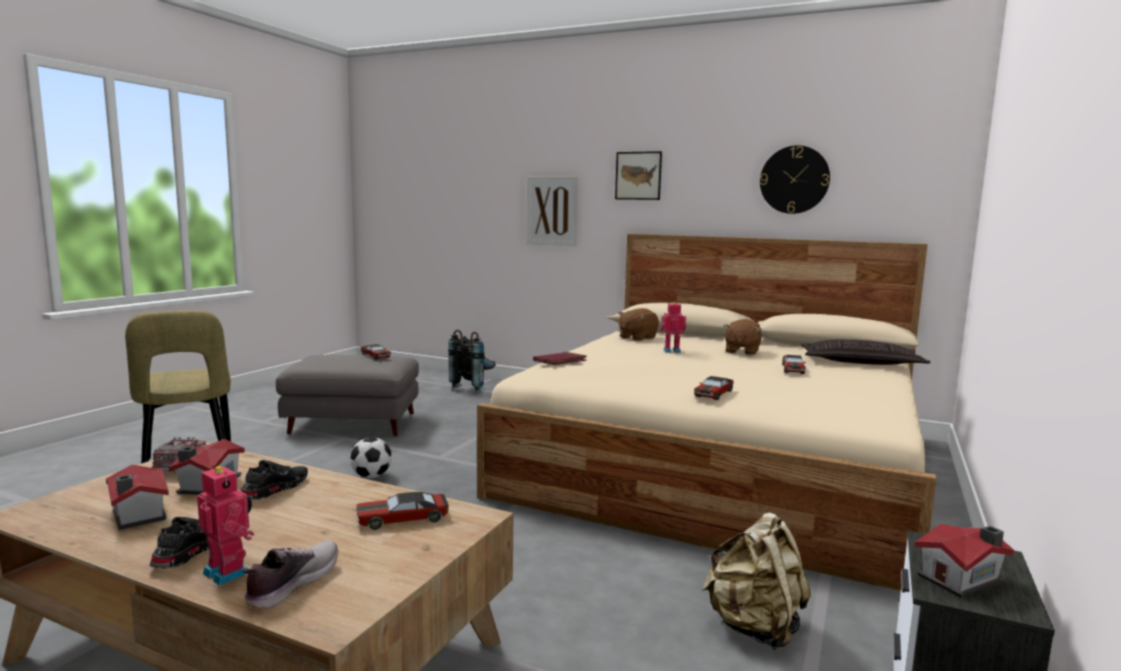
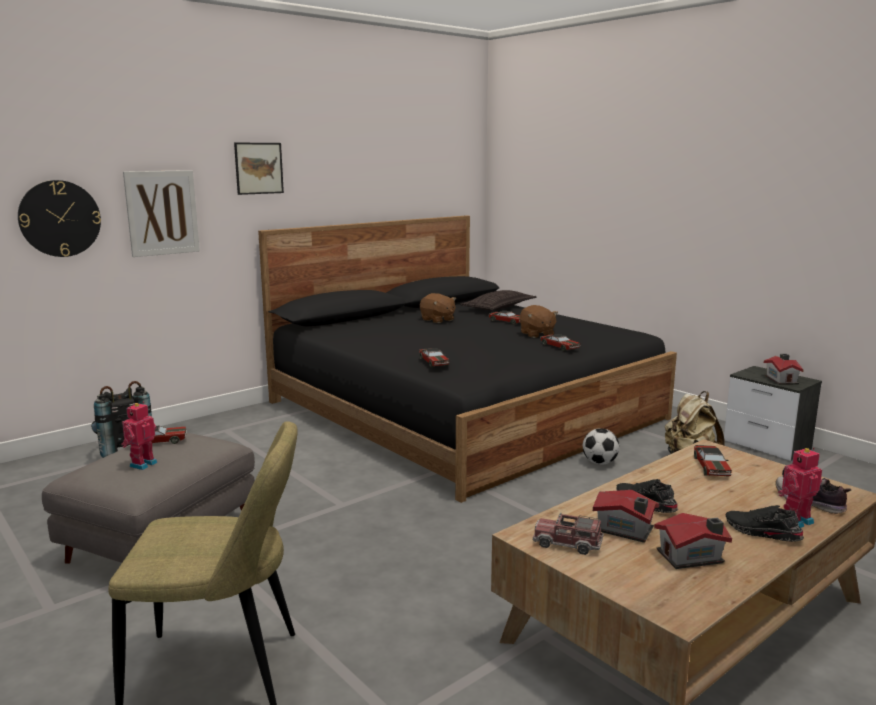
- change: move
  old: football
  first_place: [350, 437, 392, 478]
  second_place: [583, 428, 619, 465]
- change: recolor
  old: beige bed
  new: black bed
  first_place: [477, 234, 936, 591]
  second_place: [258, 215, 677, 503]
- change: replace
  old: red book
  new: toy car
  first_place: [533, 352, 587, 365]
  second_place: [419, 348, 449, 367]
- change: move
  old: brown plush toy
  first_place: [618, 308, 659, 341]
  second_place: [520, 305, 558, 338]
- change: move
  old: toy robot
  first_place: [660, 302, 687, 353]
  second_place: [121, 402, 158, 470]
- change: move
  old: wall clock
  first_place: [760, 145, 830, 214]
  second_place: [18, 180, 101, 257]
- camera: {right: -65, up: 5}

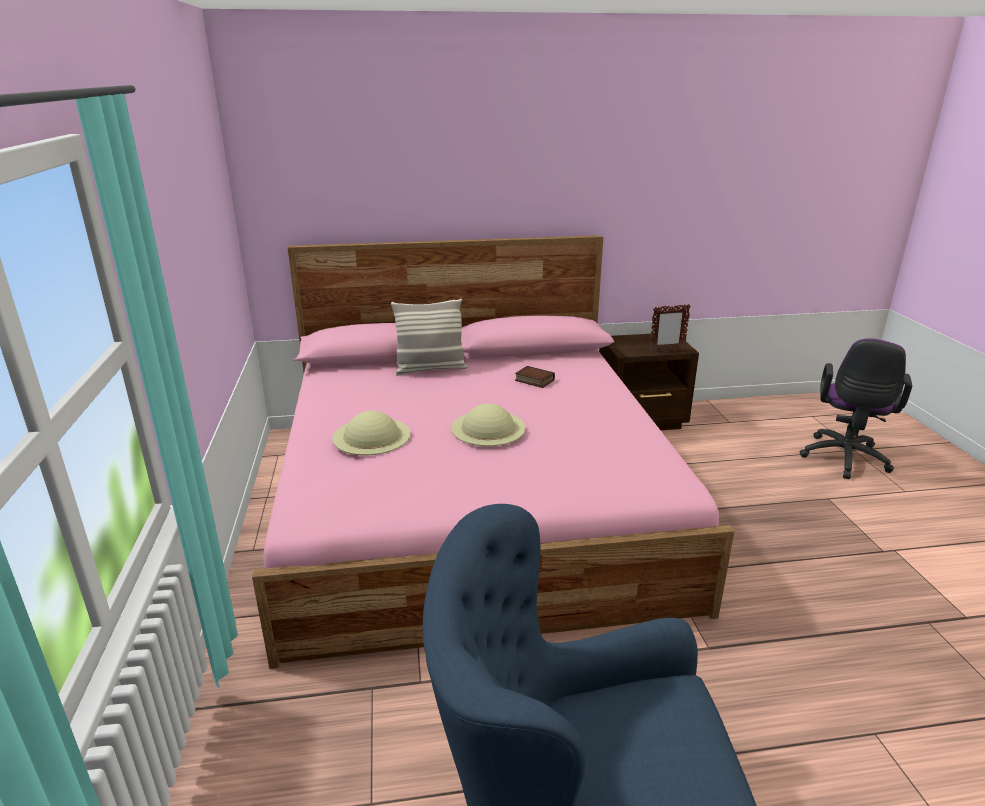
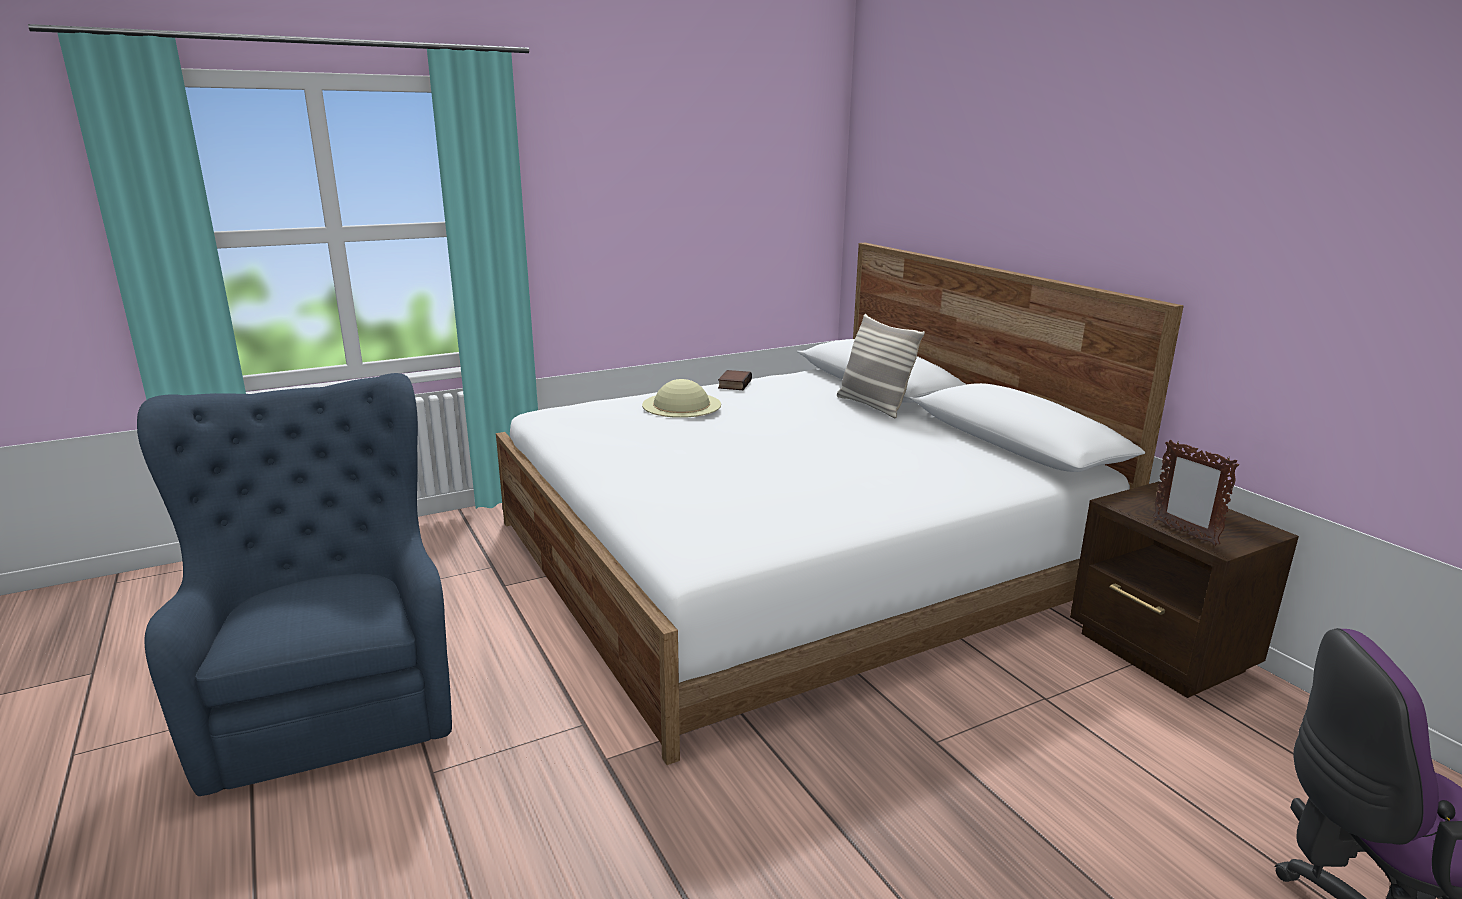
- change: recolor
  old: pink bed
  new: white bed
  first_place: [252, 235, 734, 669]
  second_place: [496, 243, 1184, 765]
- change: delete
  old: beige hat
  first_place: [451, 403, 526, 446]
- change: move
  old: book
  first_place: [515, 366, 555, 388]
  second_place: [718, 370, 752, 390]
- camera: {right: 70, up: -5}

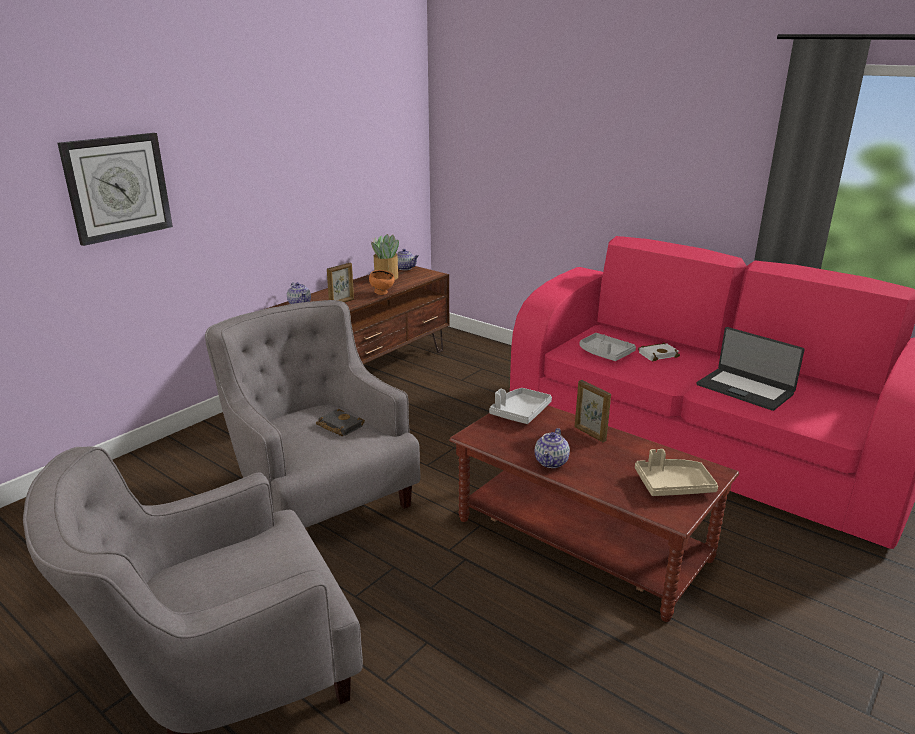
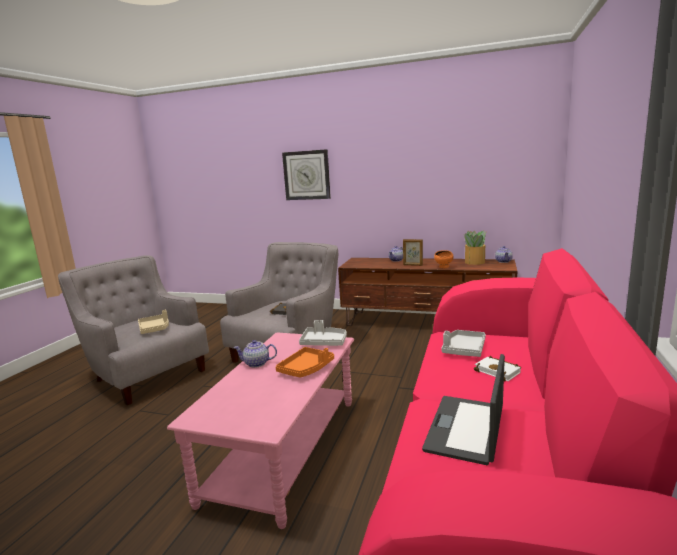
- change: recolor
  old: brown coffee table
  new: pink coffee table
  first_place: [449, 405, 739, 622]
  second_place: [167, 332, 354, 529]
- change: replace
  old: picture frame
  new: orange tray
  first_place: [575, 380, 611, 442]
  second_place: [276, 347, 334, 378]
- change: move
  old: beige tray
  first_place: [635, 449, 718, 496]
  second_place: [138, 310, 169, 334]
- camera: {right: 70, up: -10}

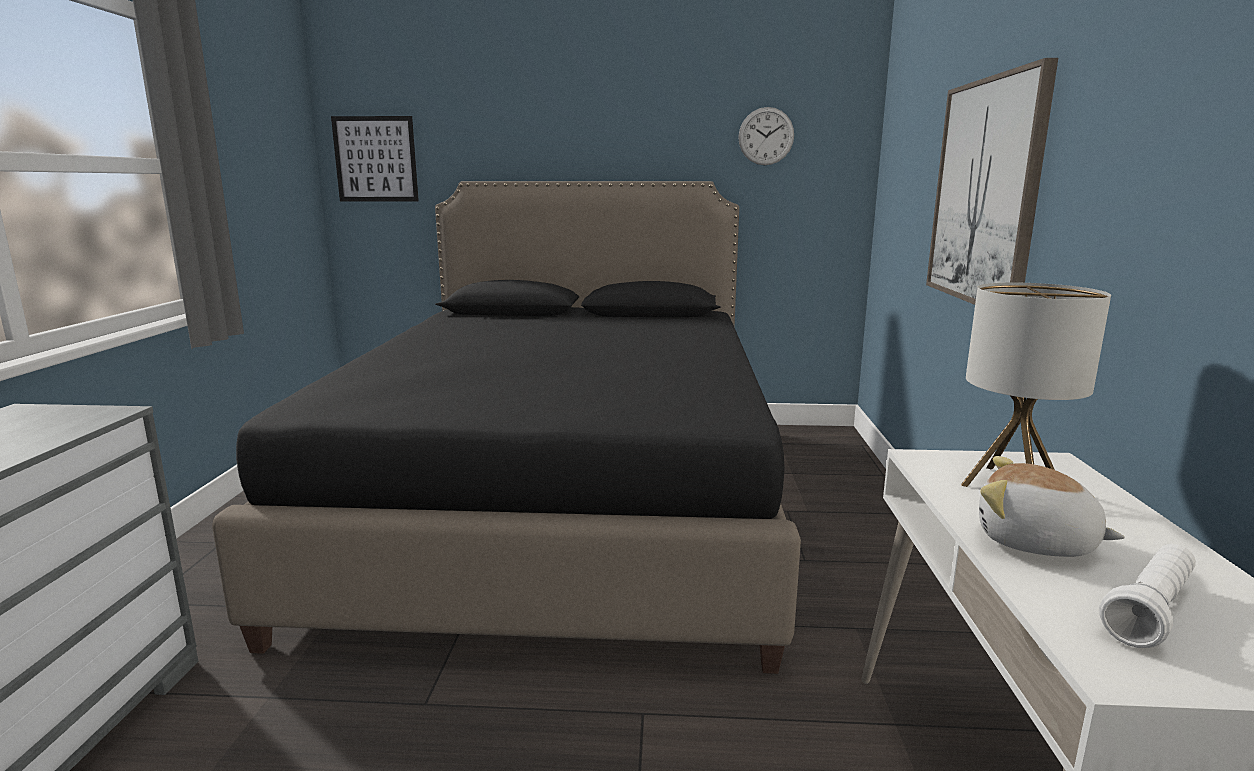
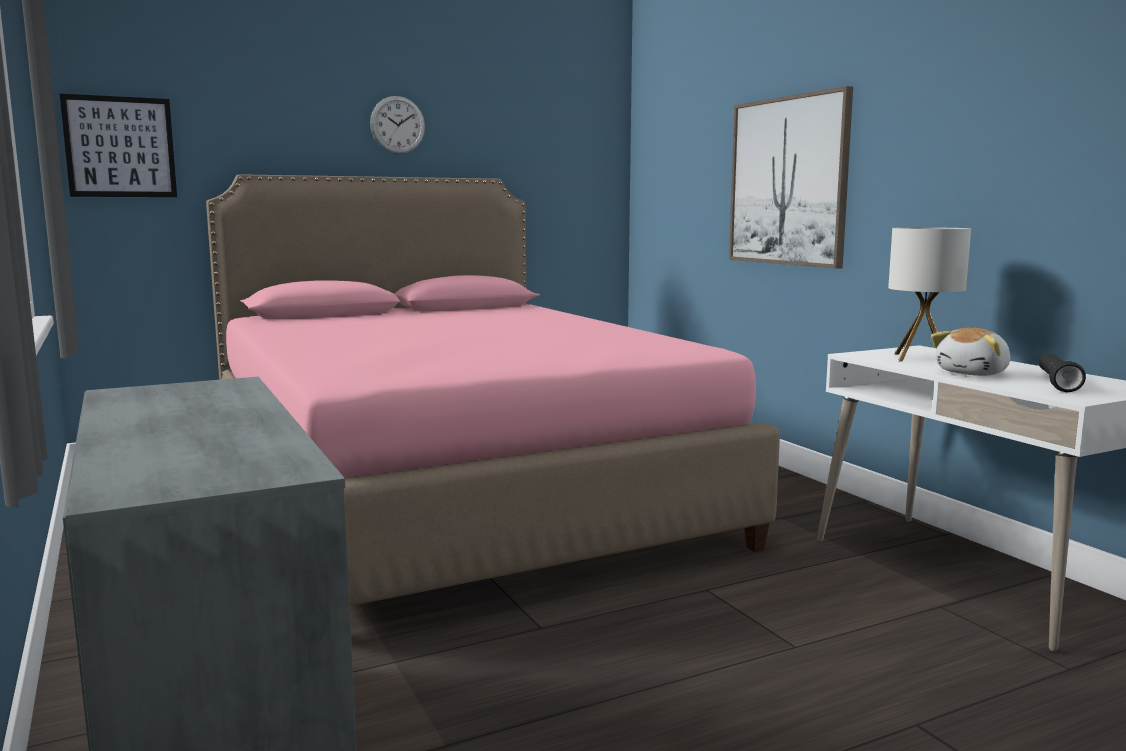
- change: recolor
  old: black bed
  new: pink bed
  first_place: [212, 181, 801, 674]
  second_place: [206, 174, 780, 606]
- change: move
  old: wall clock
  first_place: [738, 107, 794, 165]
  second_place: [370, 96, 425, 154]
- change: rotate
  old: plush toy
  first_place: [979, 456, 1125, 557]
  second_place: [931, 328, 1010, 376]
  degrees: -45
- change: recolor
  old: white flashlight
  new: black flashlight
  first_place: [1099, 544, 1196, 648]
  second_place: [1039, 353, 1086, 392]
- camera: {right: -30, up: -5}

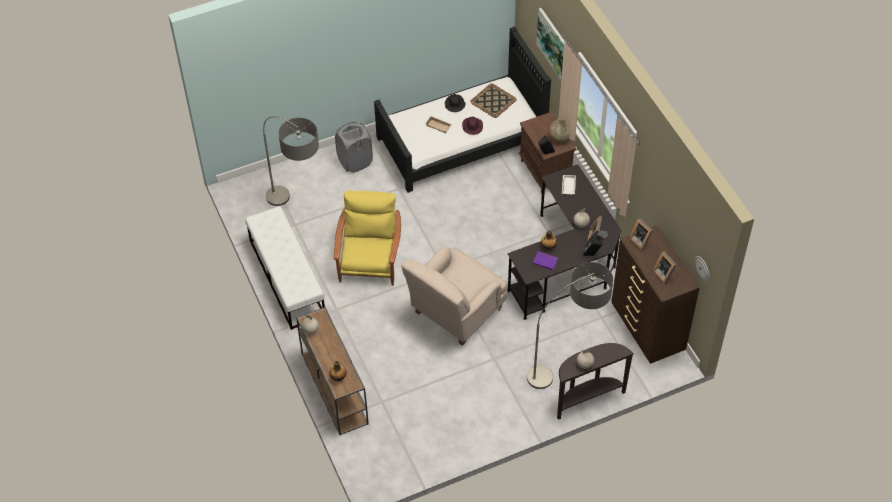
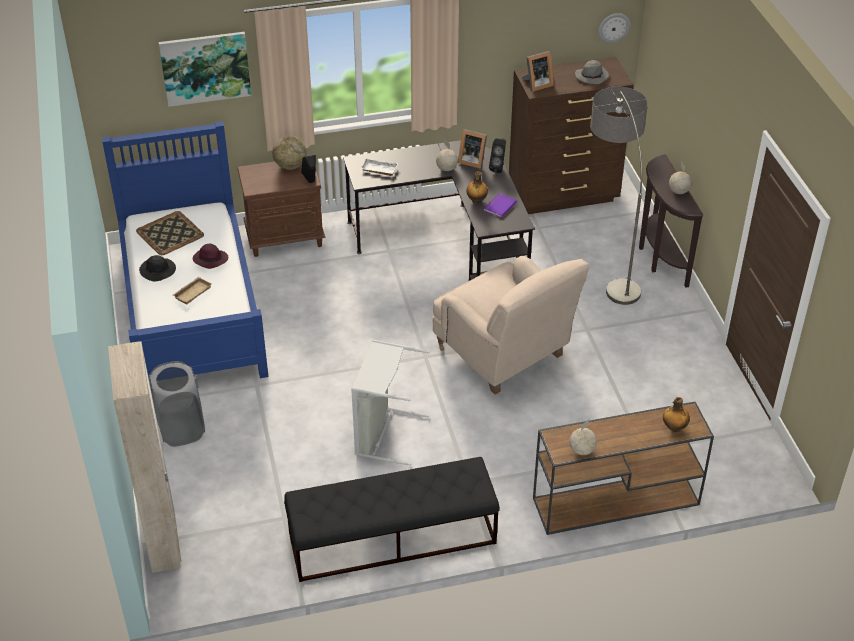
- change: recolor
  old: white bench
  new: black bench
  first_place: [245, 206, 325, 330]
  second_place: [284, 457, 500, 582]
- change: delete
  old: floor lamp
  first_place: [263, 116, 319, 206]
- change: replace
  old: yellow armchair
  new: grey laundry basket
  first_place: [334, 191, 401, 286]
  second_place: [351, 340, 429, 466]
- change: recolor
  old: black bed
  new: blue bed
  first_place: [374, 27, 551, 193]
  second_place: [102, 121, 269, 378]
- change: replace
  old: picture frame
  new: grey hat
  first_place: [653, 251, 676, 285]
  second_place: [575, 60, 609, 84]
- change: insert
  new: beige wardrobe
  second_place: [108, 341, 181, 573]
- camera: {right: -80, up: -10}

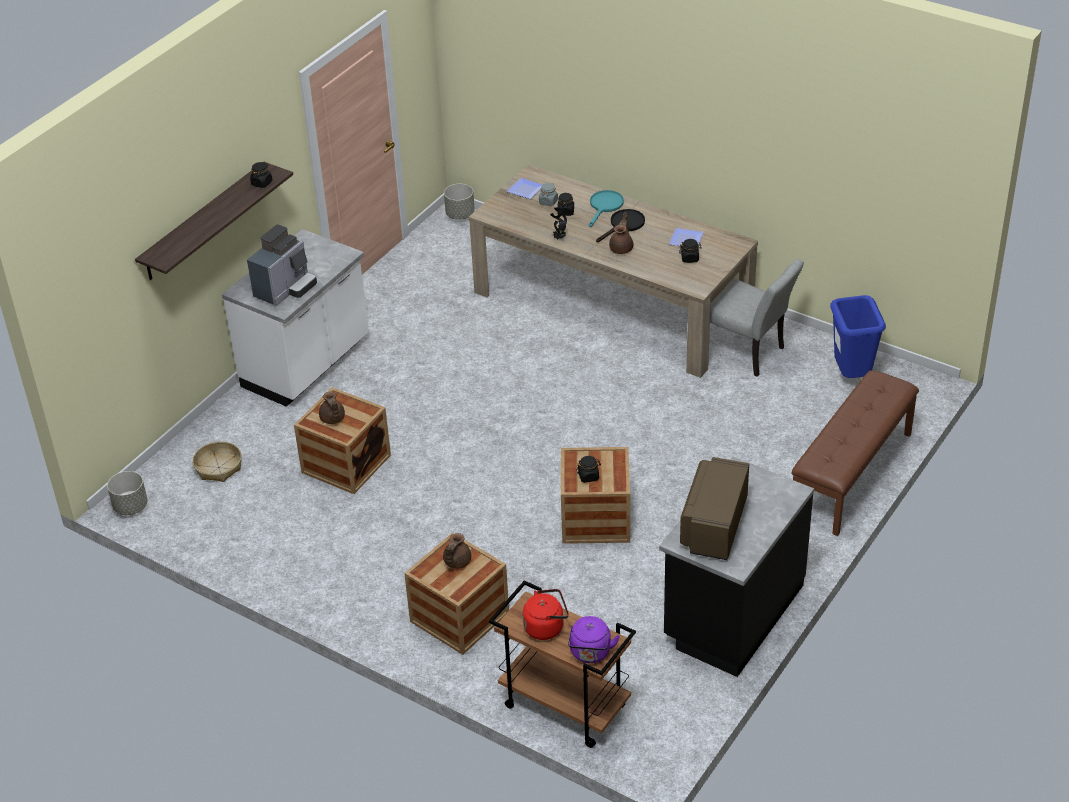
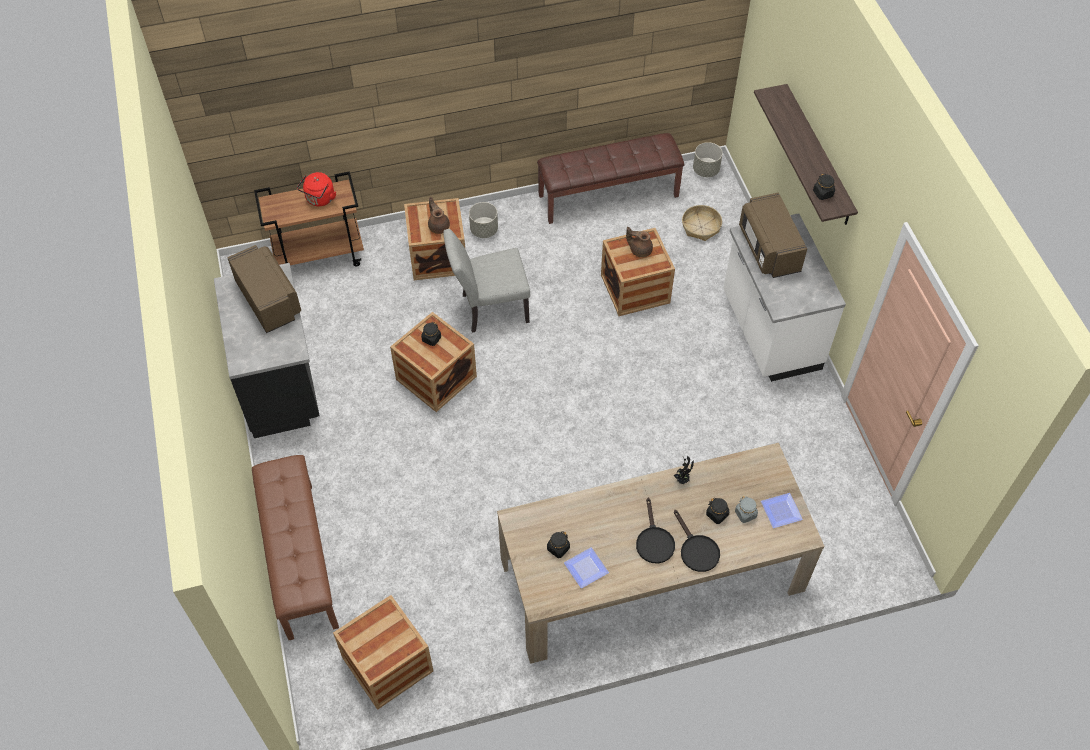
- change: replace
  old: coffee machine
  new: brown microwave
  first_place: [247, 224, 317, 306]
  second_place: [739, 193, 807, 278]
- change: move
  old: grey planter
  first_place: [444, 184, 475, 220]
  second_place: [469, 202, 498, 238]
- change: delete
  old: purple kettle
  first_place: [568, 616, 620, 663]
- change: recolor
  old: turquoise frying pan
  new: black frying pan
  first_place: [589, 190, 624, 227]
  second_place: [674, 510, 720, 572]
- change: delete
  old: brown teapot
  first_place: [609, 212, 633, 254]
- change: move
  old: grey chair
  first_place: [710, 259, 804, 377]
  second_place: [444, 229, 530, 333]
- change: replace
  old: blue trash can
  new: crate
  first_place: [830, 295, 886, 378]
  second_place: [333, 595, 433, 710]
- change: insert
  new: brown bench
  second_place: [537, 133, 684, 224]
- camera: {right: 130, up: 15}

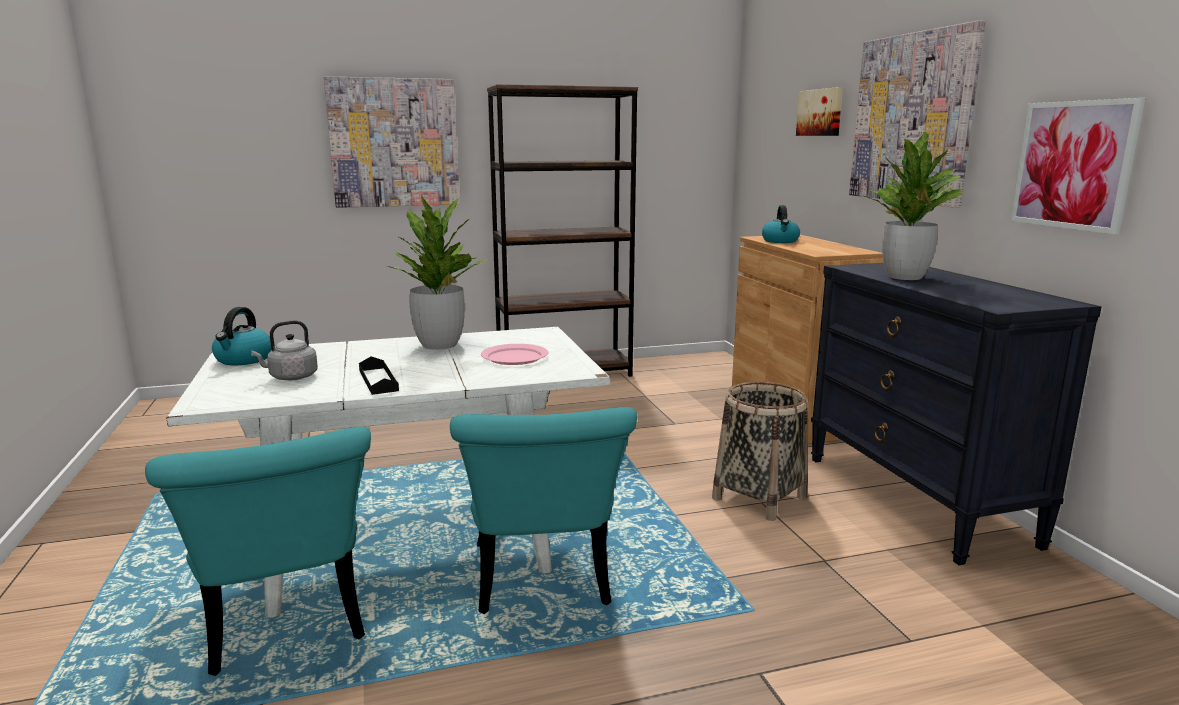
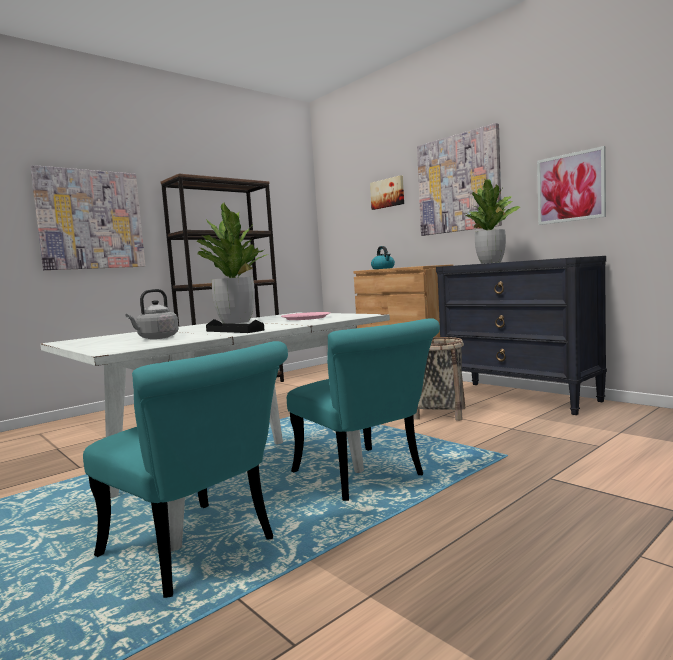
- change: delete
  old: kettle
  first_place: [212, 307, 272, 365]
- camera: {right: -25, up: -10}

